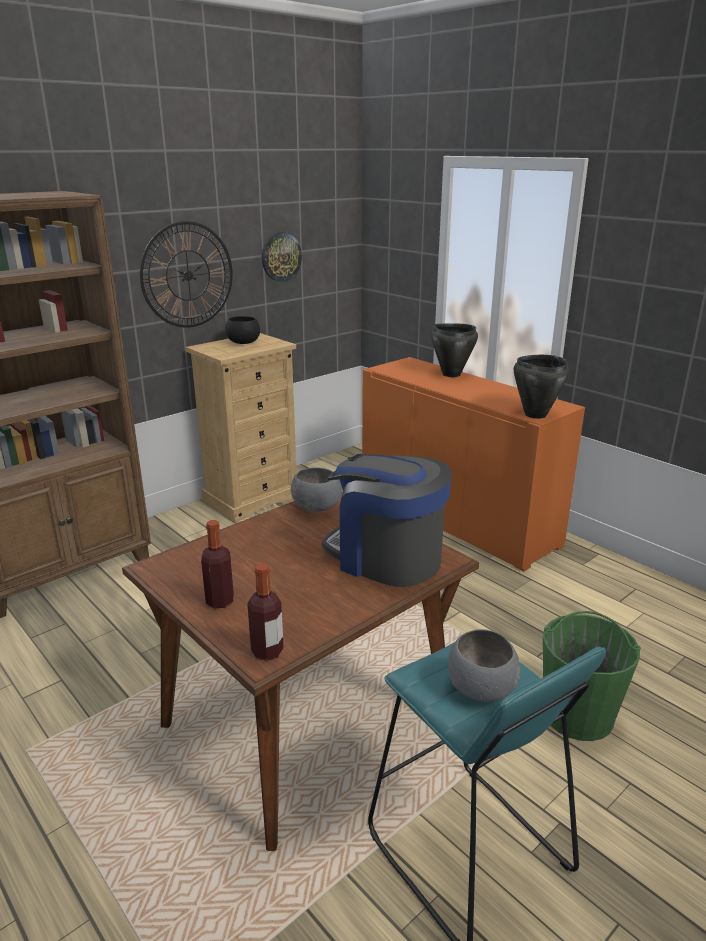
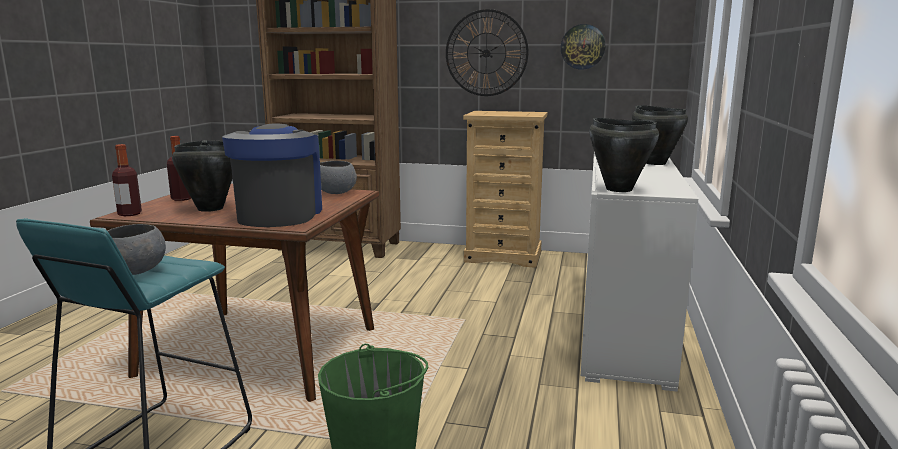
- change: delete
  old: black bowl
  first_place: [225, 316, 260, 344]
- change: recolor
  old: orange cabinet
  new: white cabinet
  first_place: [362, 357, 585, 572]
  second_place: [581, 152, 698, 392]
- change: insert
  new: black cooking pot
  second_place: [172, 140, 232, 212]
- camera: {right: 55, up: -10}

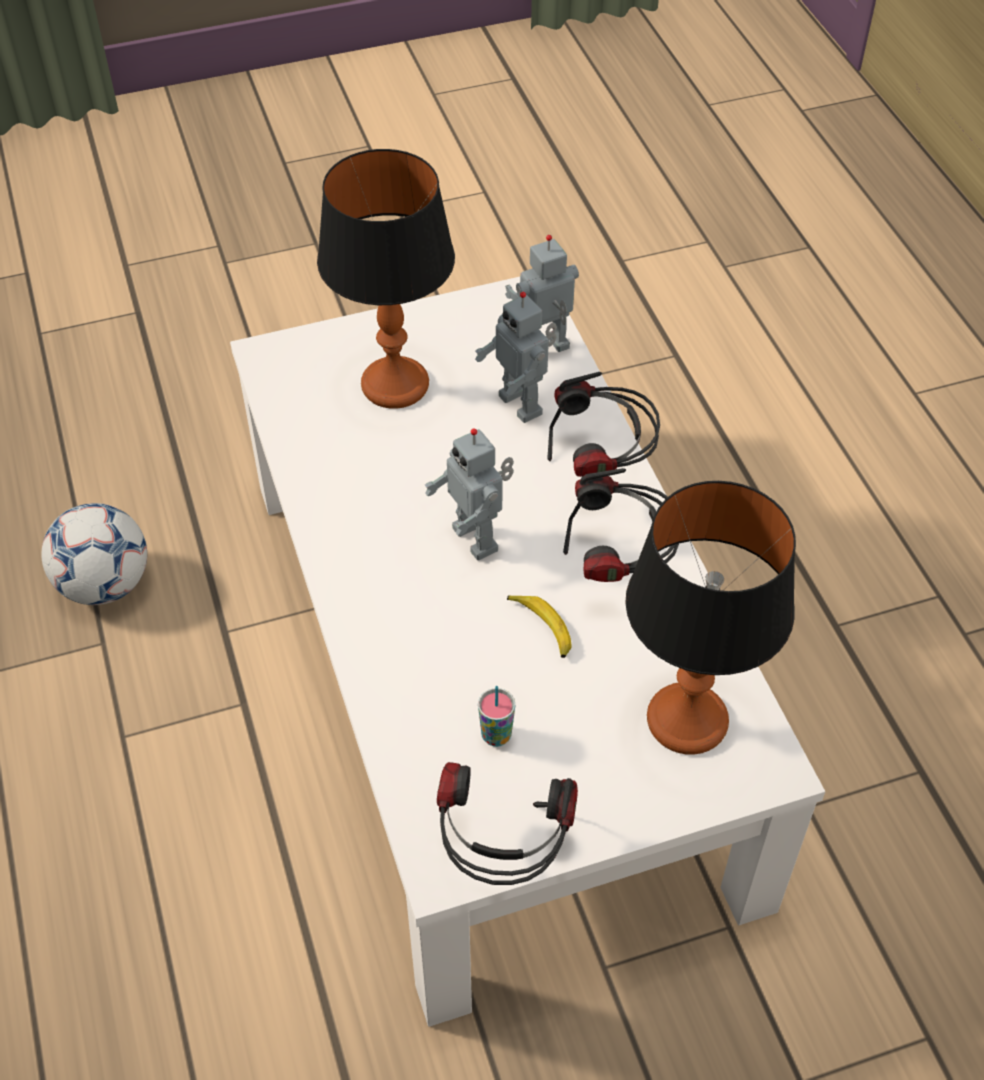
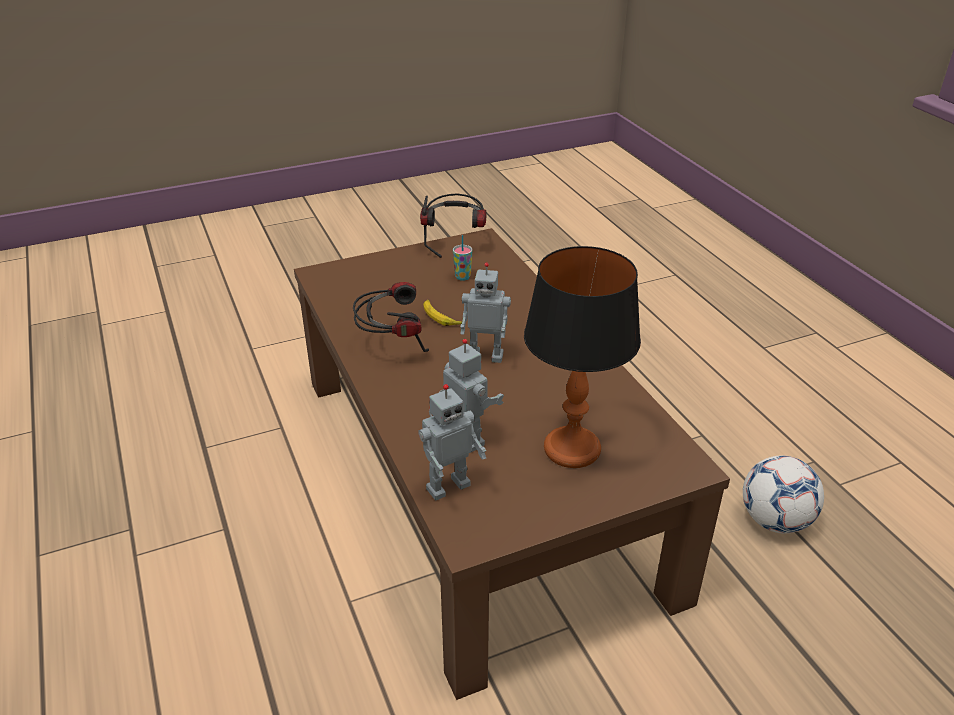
- change: recolor
  old: white coffee table
  new: brown coffee table
  first_place: [230, 277, 825, 1027]
  second_place: [294, 228, 730, 700]
- change: rotate
  old: toy robot
  first_place: [425, 428, 514, 560]
  second_place: [460, 262, 511, 363]
  degrees: 135
- change: delete
  old: headphones
  first_place: [547, 372, 660, 477]
- change: delete
  old: table lamp
  first_place: [625, 481, 796, 755]
- camera: {right: 175, up: -15}

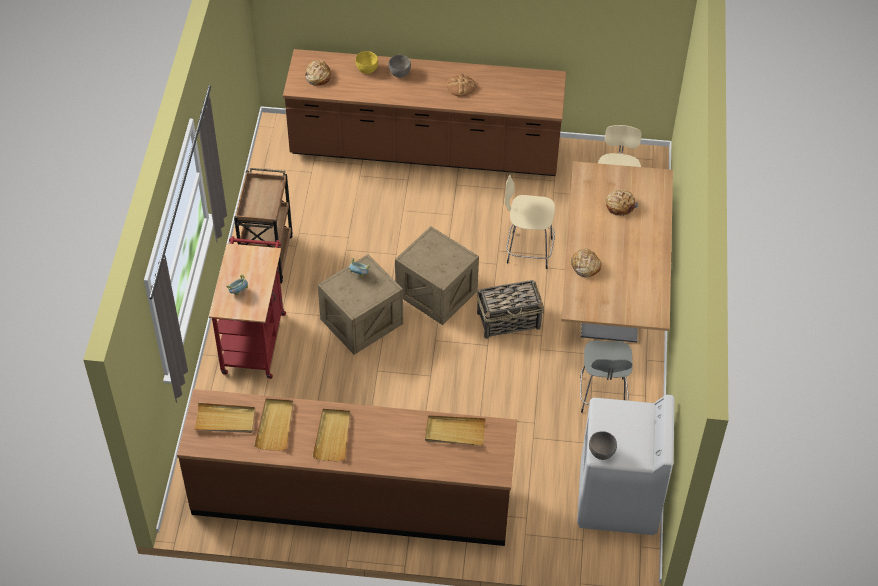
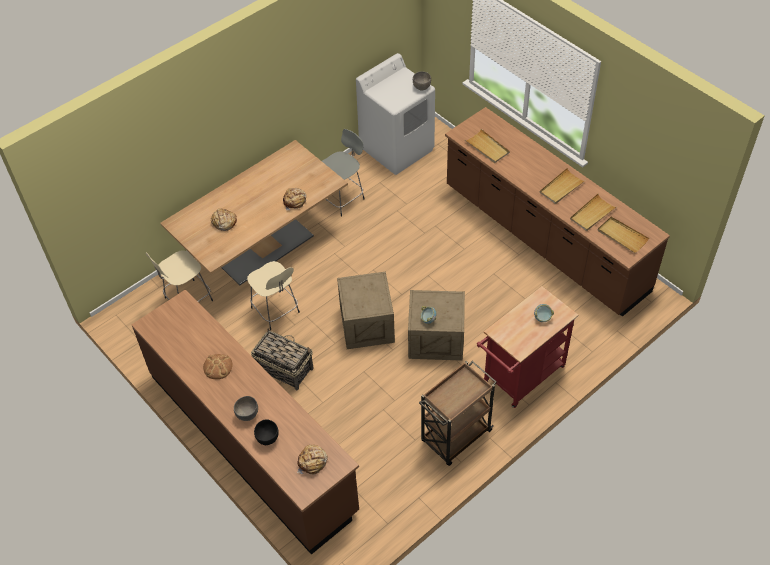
- change: recolor
  old: yellow bowl
  new: black bowl
  first_place: [356, 51, 378, 74]
  second_place: [254, 419, 279, 445]
- change: move
  old: basket
  first_place: [477, 280, 544, 339]
  second_place: [251, 328, 314, 390]
- camera: {right: -135, up: 0}

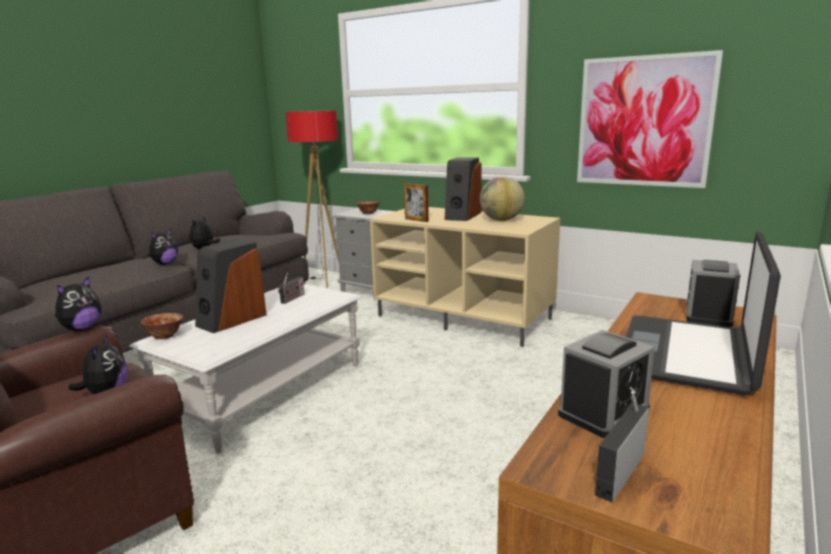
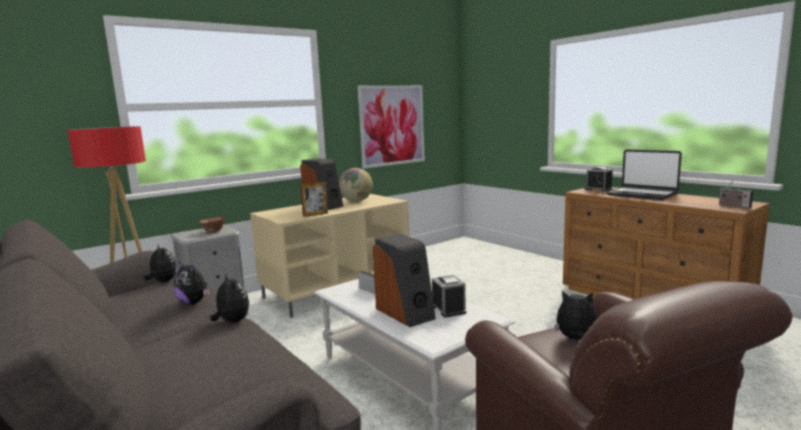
- change: move
  old: plush toy
  first_place: [55, 277, 101, 331]
  second_place: [144, 243, 177, 282]
- change: delete
  old: bowl
  first_place: [141, 313, 183, 339]
- change: move
  old: alarm clock
  first_place: [558, 330, 655, 438]
  second_place: [432, 275, 466, 318]
- camera: {right: -70, up: -5}

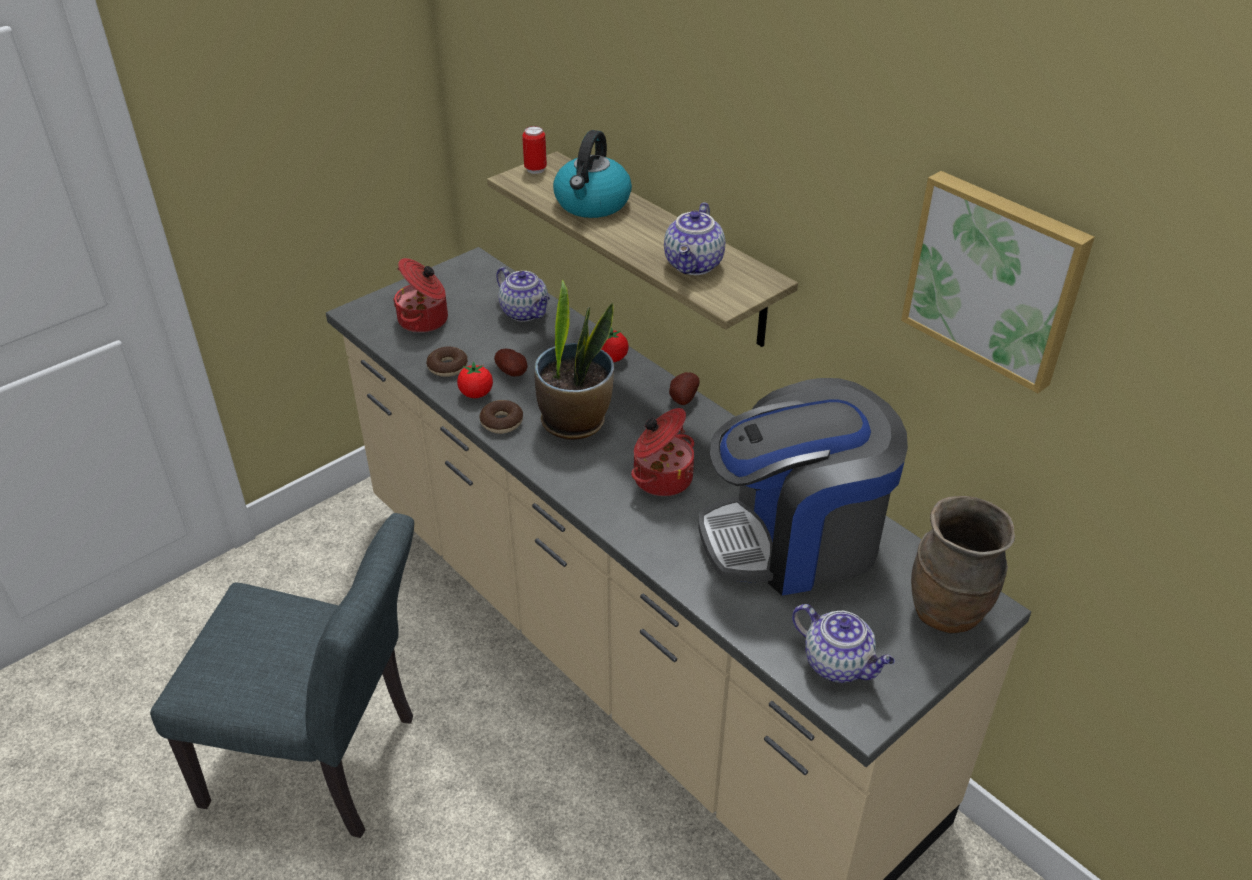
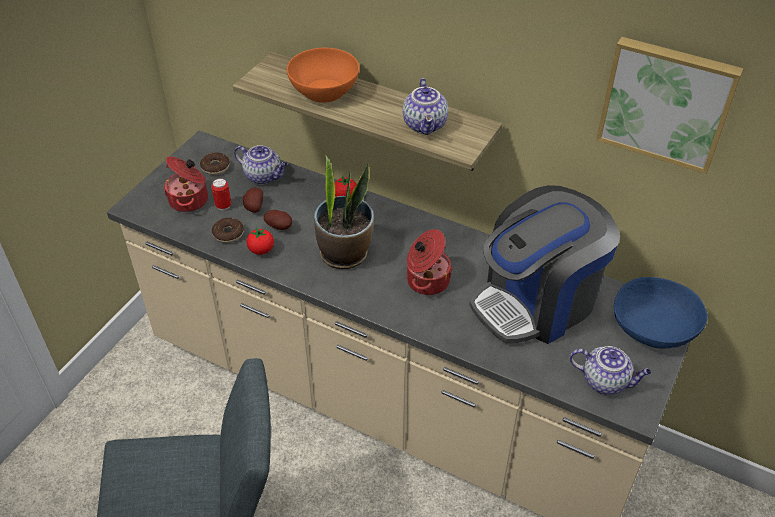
- change: move
  old: donut
  first_place: [479, 400, 523, 434]
  second_place: [200, 152, 230, 175]
- change: move
  old: can
  first_place: [522, 126, 547, 174]
  second_place: [212, 178, 231, 210]
- change: replace
  old: kettle
  new: orange bowl
  first_place: [553, 130, 632, 218]
  second_place: [287, 48, 359, 103]
- change: move
  old: potato
  first_place: [669, 372, 700, 405]
  second_place: [243, 188, 263, 213]
- change: replace
  old: brown vase
  new: blue bowl
  first_place: [911, 496, 1015, 634]
  second_place: [614, 277, 708, 348]
- camera: {right: -20, up: 5}

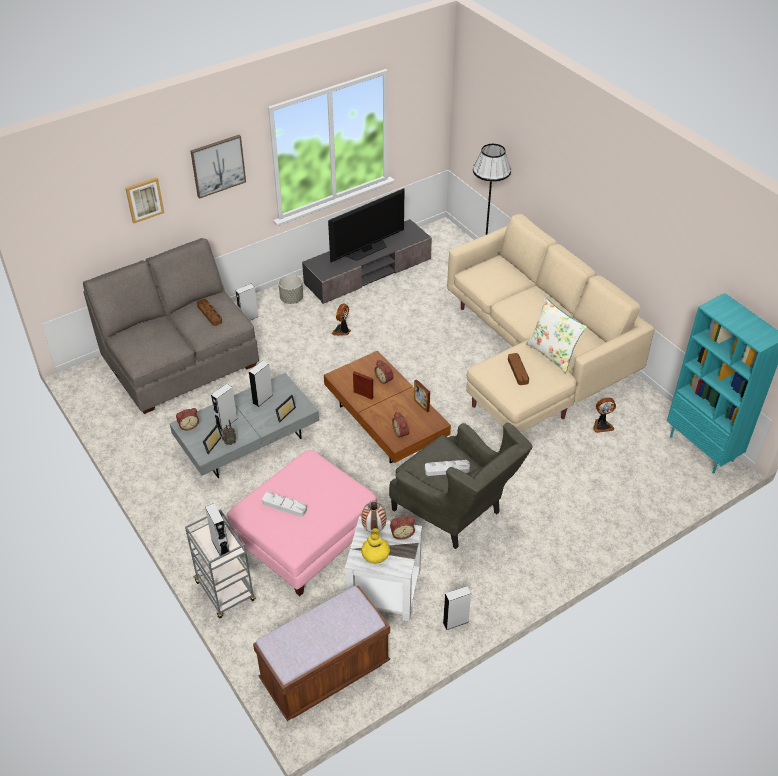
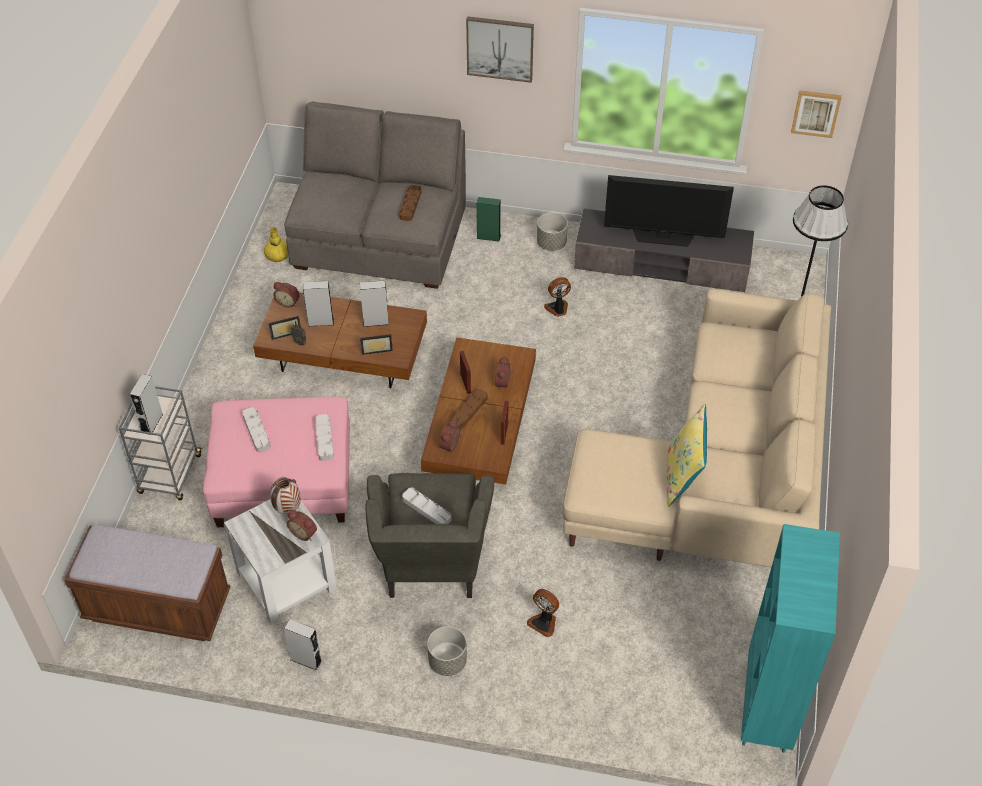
- change: move
  old: picture
  first_place: [125, 177, 164, 223]
  second_place: [791, 90, 842, 138]
- change: recolor
  old: grey coffee table
  new: brown coffee table
  first_place: [170, 373, 319, 478]
  second_place: [253, 292, 427, 388]
- change: recolor
  old: grey speaker
  new: green speaker
  first_place: [235, 284, 258, 320]
  second_place: [476, 197, 501, 242]
- change: move
  old: yellow vase
  first_place: [361, 528, 390, 564]
  second_place: [264, 227, 288, 262]
- change: move
  old: brown tray
  first_place: [508, 353, 529, 385]
  second_place: [450, 389, 487, 430]
- change: recolor
  old: white pillow
  new: yellow pillow
  first_place: [526, 297, 587, 373]
  second_place: [667, 404, 707, 507]
- change: move
  old: fan
  first_place: [593, 397, 616, 433]
  second_place: [527, 589, 559, 637]
- change: insert
  new: grey tray
  second_place: [315, 414, 334, 461]
- change: insert
  new: grey planter
  second_place: [427, 626, 467, 676]
- camera: {right: 45, up: 5}

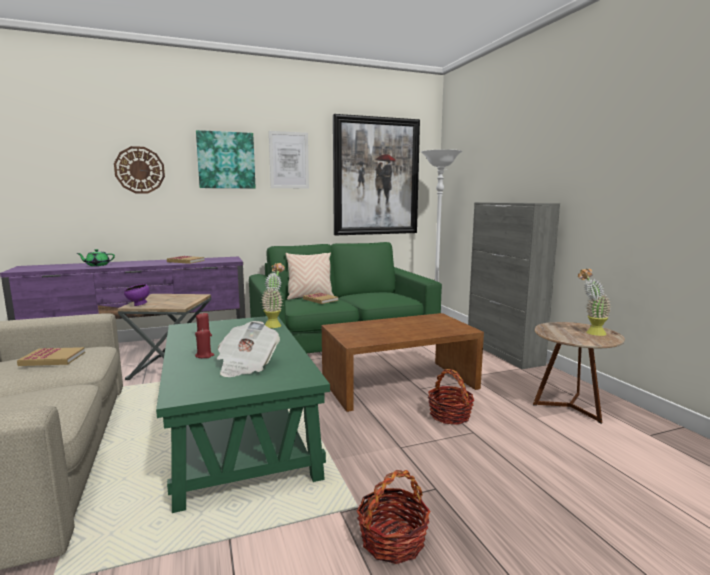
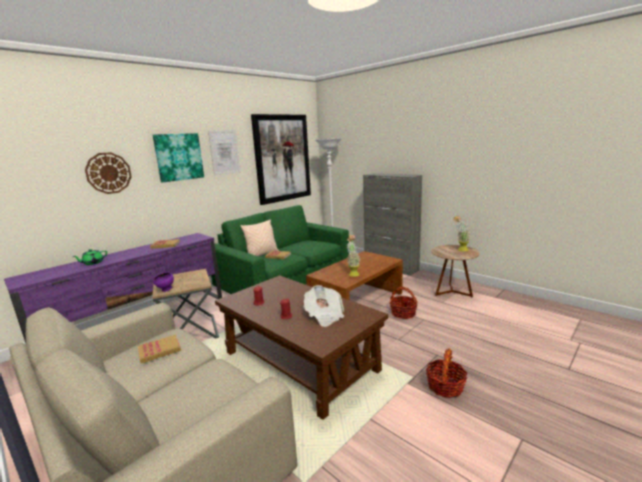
- change: recolor
  old: green coffee table
  new: brown coffee table
  first_place: [156, 316, 330, 513]
  second_place: [215, 275, 388, 420]
- change: move
  old: potted plant
  first_place: [261, 263, 285, 328]
  second_place: [347, 235, 360, 277]
- camera: {right: -25, up: 5}

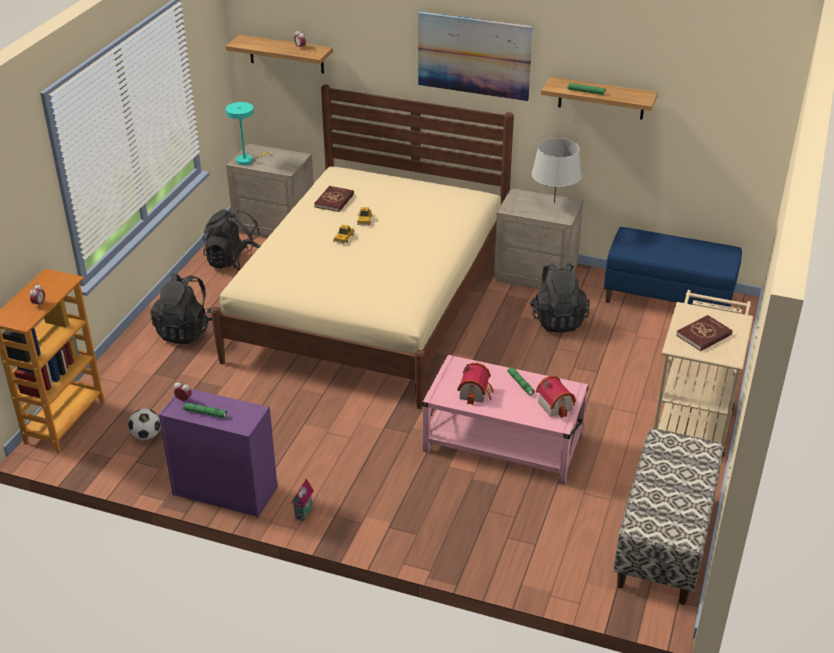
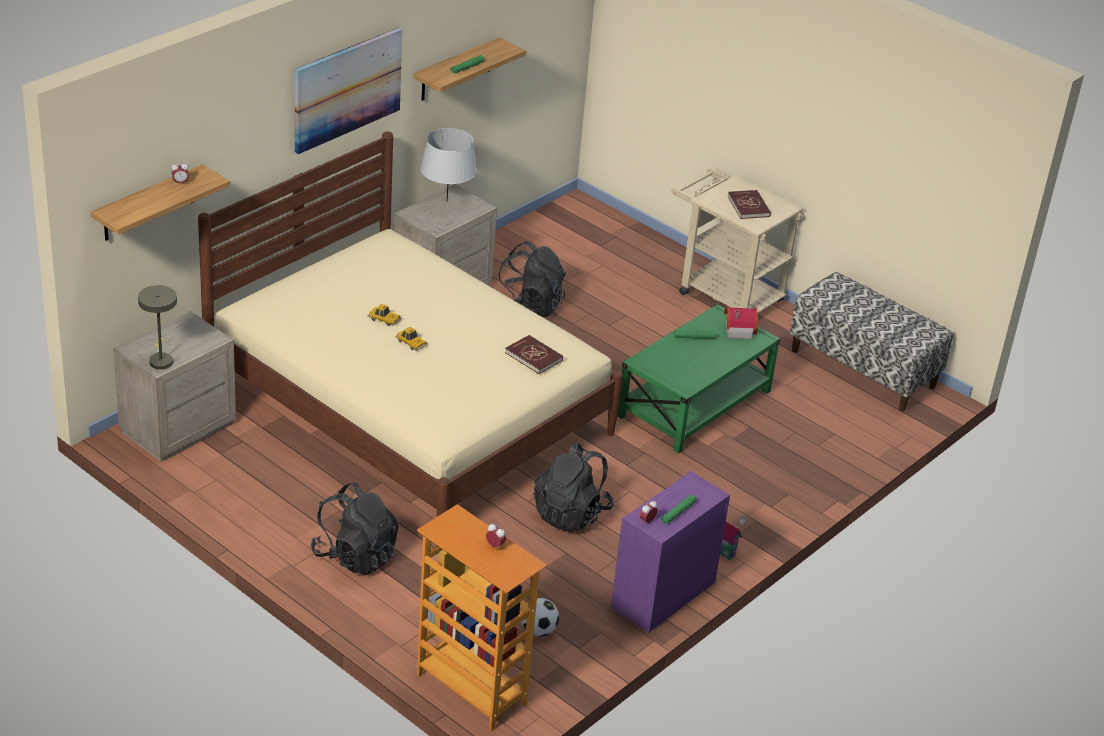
- change: move
  old: black backpack
  first_place: [202, 209, 260, 271]
  second_place: [534, 442, 614, 533]
- change: recolor
  old: turquoise table lamp
  new: beige table lamp
  first_place: [226, 102, 271, 165]
  second_place: [138, 285, 177, 370]
- change: move
  old: red book
  first_place: [314, 186, 354, 212]
  second_place: [505, 335, 563, 374]
- change: recolor
  old: pink coffee table
  new: green coffee table
  first_place: [422, 355, 589, 485]
  second_place: [617, 304, 780, 453]
- change: delete
  old: toy house
  first_place: [457, 363, 494, 405]
- change: delete
  old: blue bench
  first_place: [604, 227, 742, 307]
- camera: {right: -70, up: 0}

